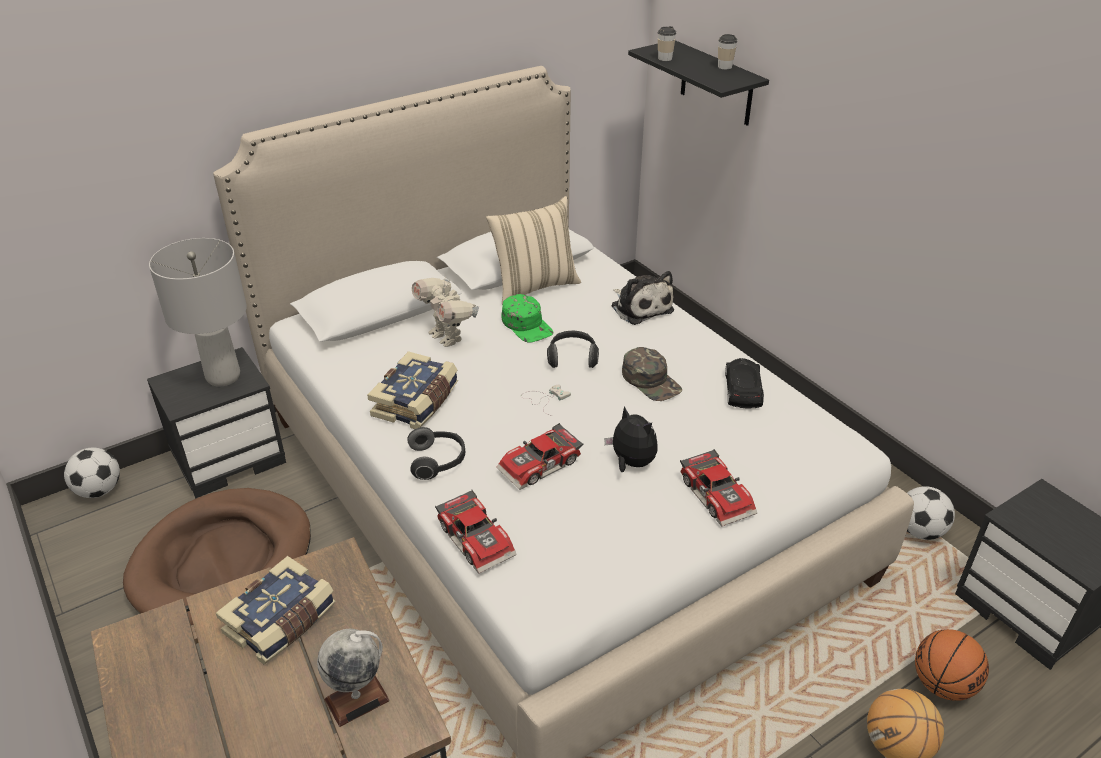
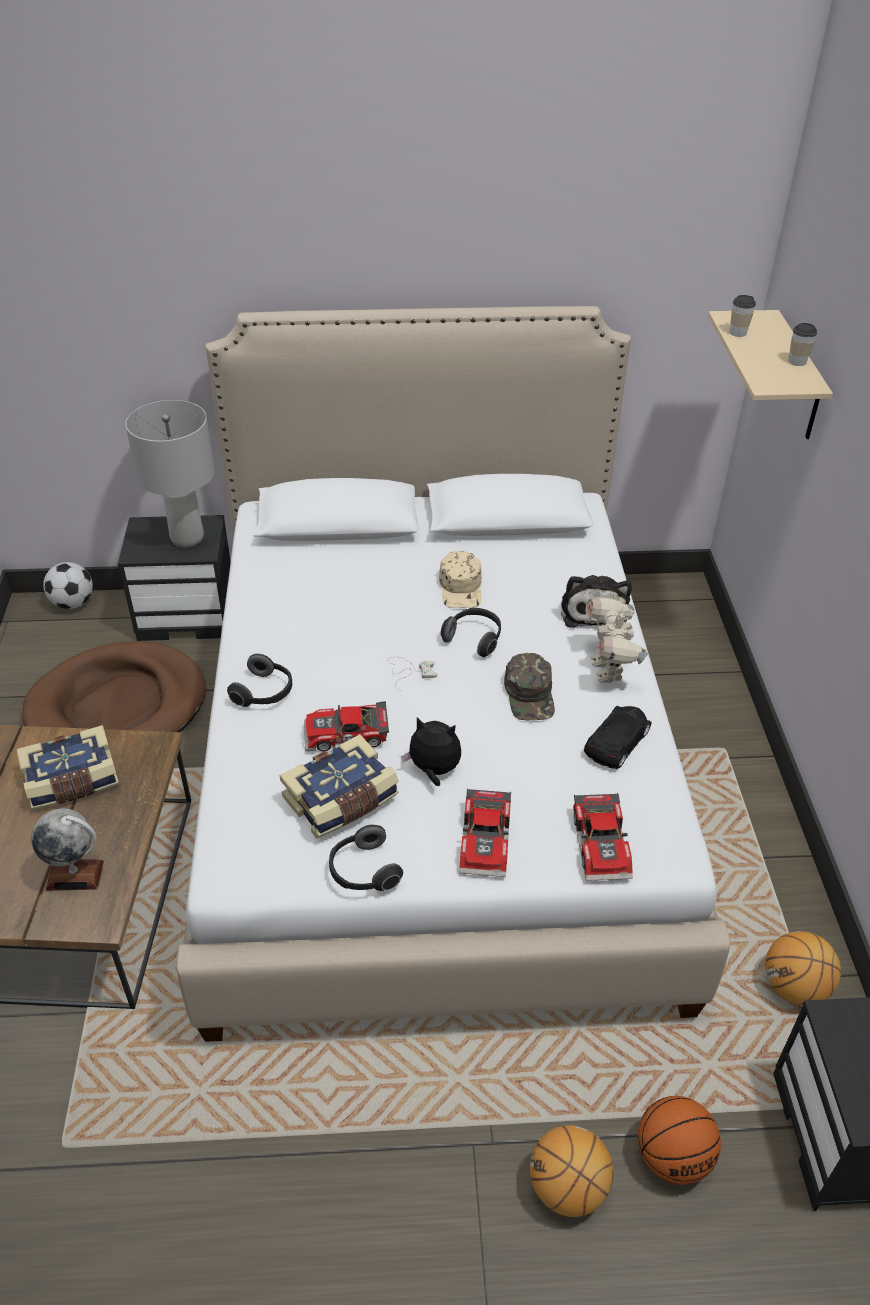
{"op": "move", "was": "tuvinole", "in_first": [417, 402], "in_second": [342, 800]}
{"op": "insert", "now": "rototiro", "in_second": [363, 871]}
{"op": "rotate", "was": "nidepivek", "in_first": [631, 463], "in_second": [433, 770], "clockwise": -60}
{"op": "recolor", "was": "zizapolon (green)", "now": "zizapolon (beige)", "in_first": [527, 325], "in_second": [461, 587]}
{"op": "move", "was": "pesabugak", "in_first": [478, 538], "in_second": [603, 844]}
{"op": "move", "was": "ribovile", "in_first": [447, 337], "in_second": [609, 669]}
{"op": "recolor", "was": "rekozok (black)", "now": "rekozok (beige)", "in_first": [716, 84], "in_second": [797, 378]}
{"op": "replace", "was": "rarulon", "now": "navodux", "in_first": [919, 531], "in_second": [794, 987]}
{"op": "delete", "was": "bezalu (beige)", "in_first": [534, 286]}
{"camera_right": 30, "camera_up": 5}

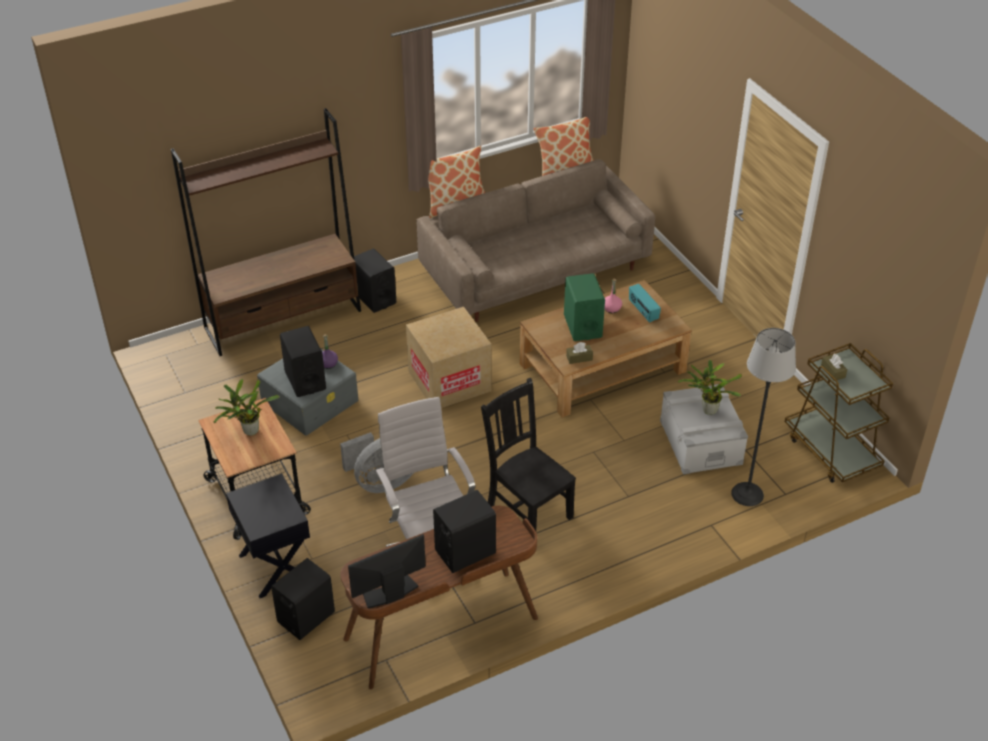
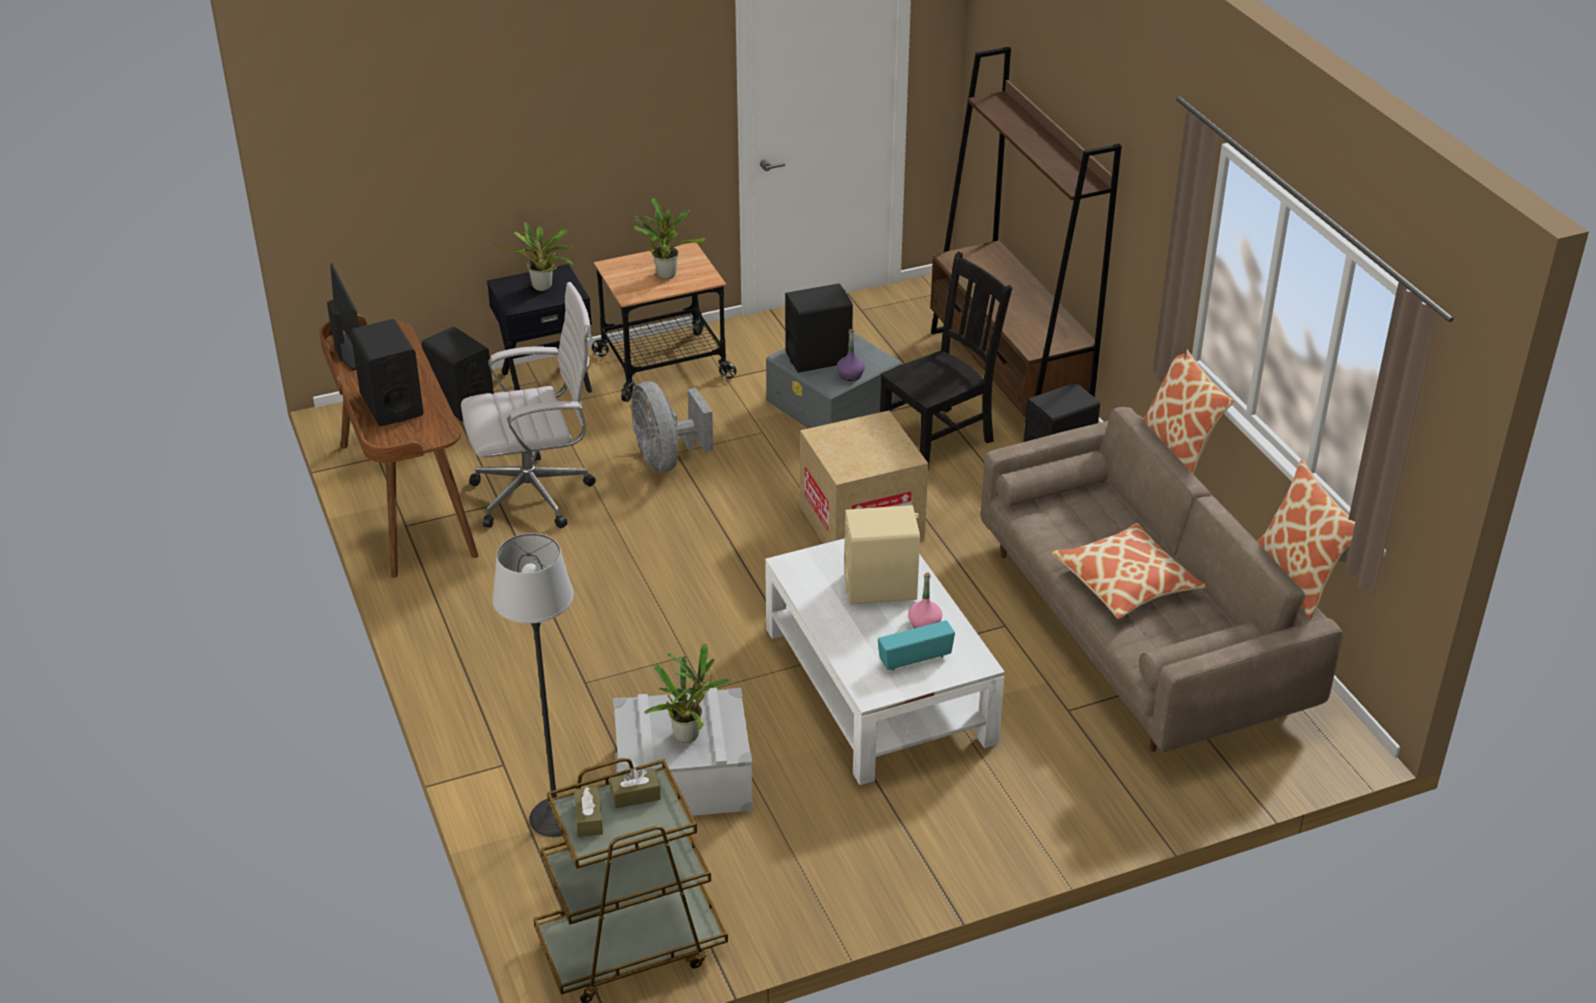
{"op": "insert", "now": "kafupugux", "in_second": [543, 288]}
{"op": "move", "was": "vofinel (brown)", "in_first": [579, 358], "in_second": [588, 819]}
{"op": "recolor", "was": "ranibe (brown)", "now": "ranibe (white)", "in_first": [603, 367], "in_second": [879, 685]}
{"op": "recolor", "was": "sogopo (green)", "now": "sogopo (beige)", "in_first": [582, 326], "in_second": [880, 587]}
{"op": "move", "was": "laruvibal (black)", "in_first": [528, 509], "in_second": [939, 437]}
{"op": "insert", "now": "bezalu", "in_second": [1126, 582]}
{"camera_right": 95, "camera_up": -5}

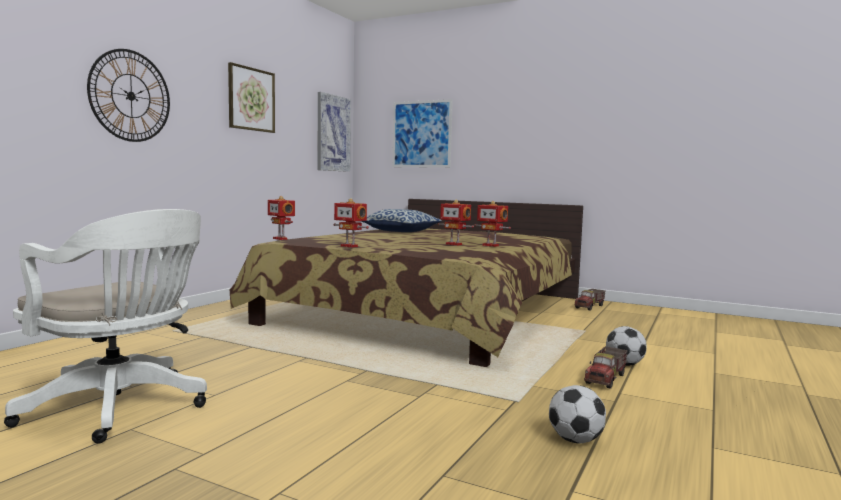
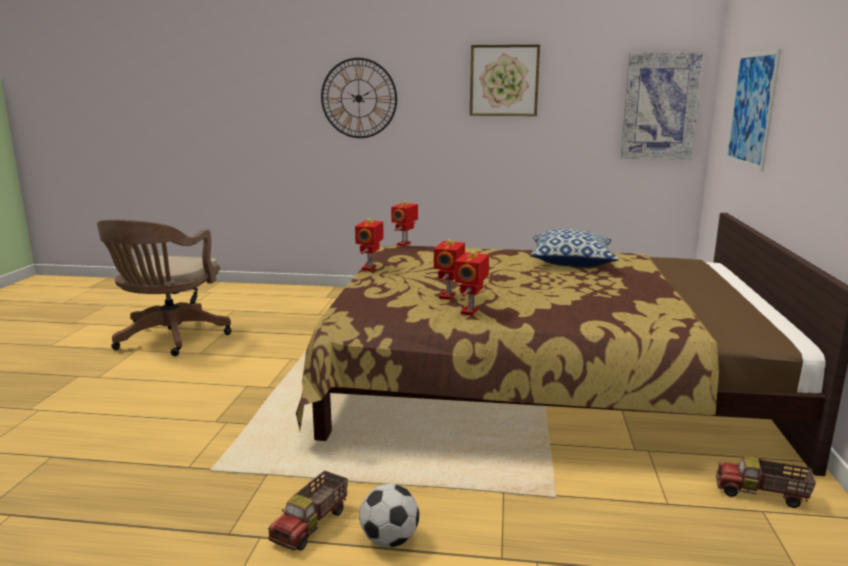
{"op": "recolor", "was": "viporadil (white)", "now": "viporadil (brown)", "in_first": [121, 408], "in_second": [169, 338]}
{"op": "rotate", "was": "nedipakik", "in_first": [606, 379], "in_second": [312, 525], "clockwise": -75}
{"op": "delete", "was": "rarulon", "in_first": [575, 440]}
{"camera_right": 70, "camera_up": 10}

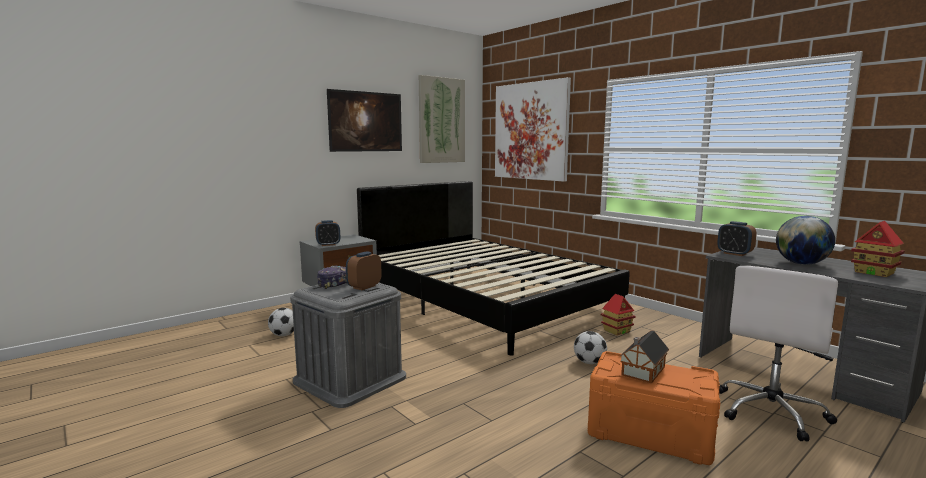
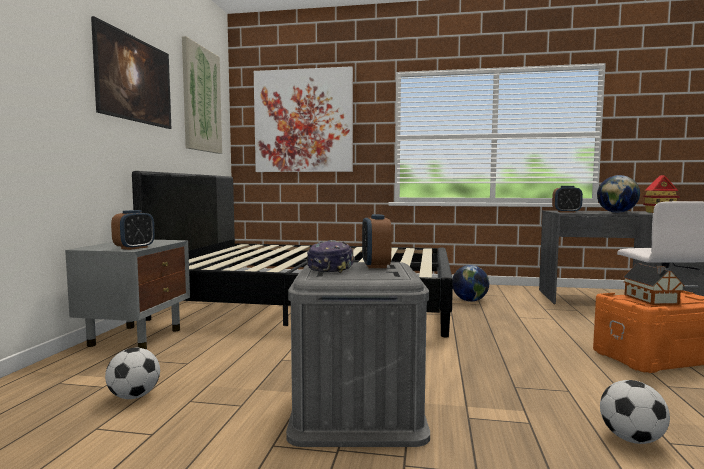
{"op": "replace", "was": "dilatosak", "now": "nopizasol", "in_first": [617, 331], "in_second": [469, 300]}
{"op": "move", "was": "rarulon", "in_first": [589, 362], "in_second": [631, 439]}
{"camera_right": -40, "camera_up": -5}

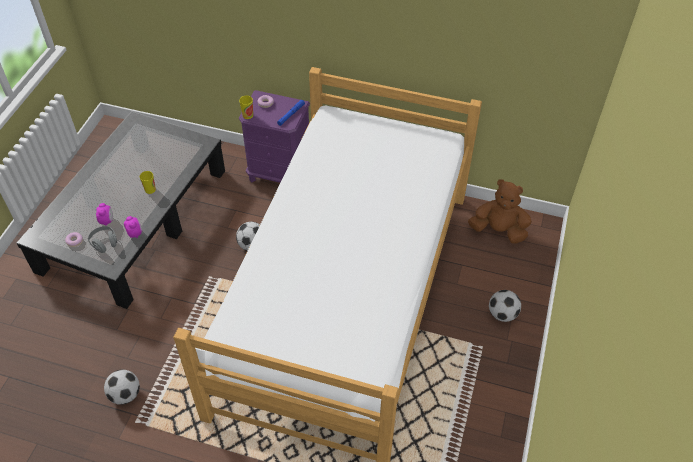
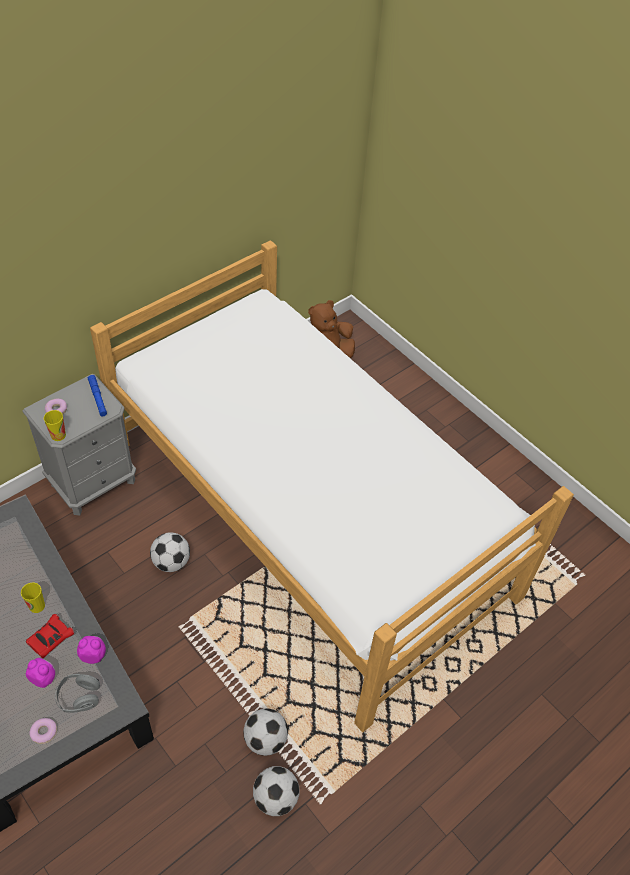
{"op": "recolor", "was": "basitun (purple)", "now": "basitun (grey)", "in_first": [280, 173], "in_second": [93, 482]}
{"op": "insert", "now": "pesabugak (red)", "in_second": [51, 640]}
{"op": "move", "was": "rarulon", "in_first": [502, 314], "in_second": [265, 739]}
{"camera_right": -60, "camera_up": 0}

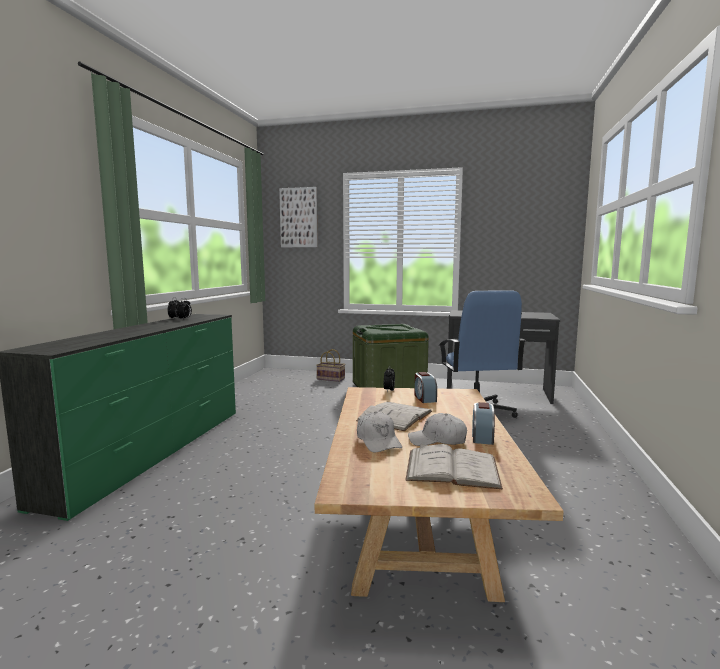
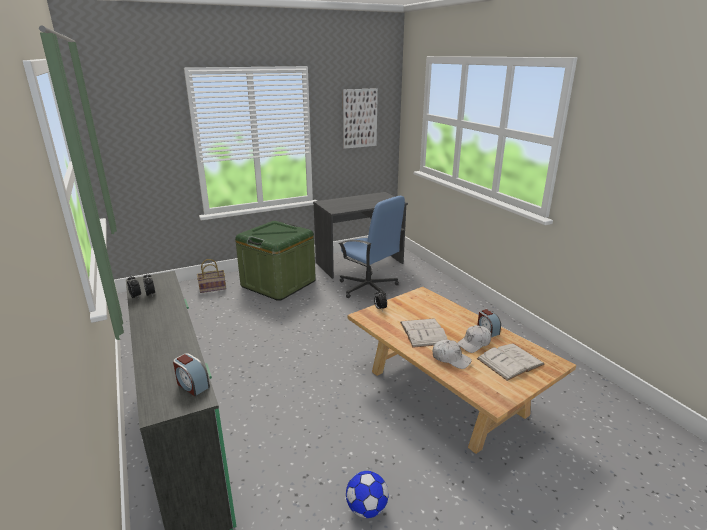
{"op": "move", "was": "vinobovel", "in_first": [424, 398], "in_second": [192, 385]}
{"op": "move", "was": "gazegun", "in_first": [298, 217], "in_second": [359, 118]}
{"op": "insert", "now": "rarulon", "in_second": [366, 508]}
{"camera_right": -40, "camera_up": 15}

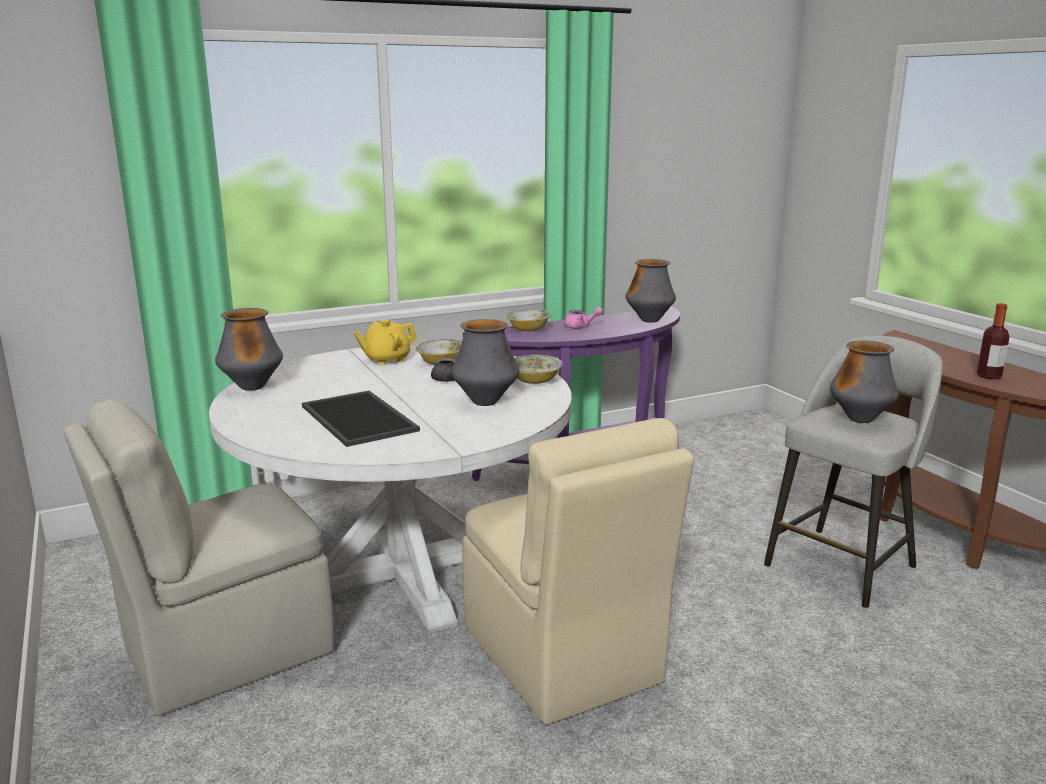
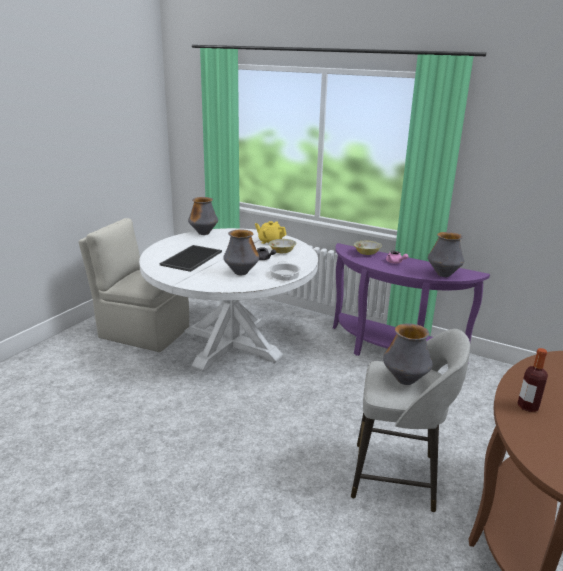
{"op": "replace", "was": "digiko", "now": "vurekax", "in_first": [535, 381], "in_second": [285, 275]}
{"op": "delete", "was": "laruvibal (beige)", "in_first": [563, 658]}
{"camera_right": 55, "camera_up": 5}

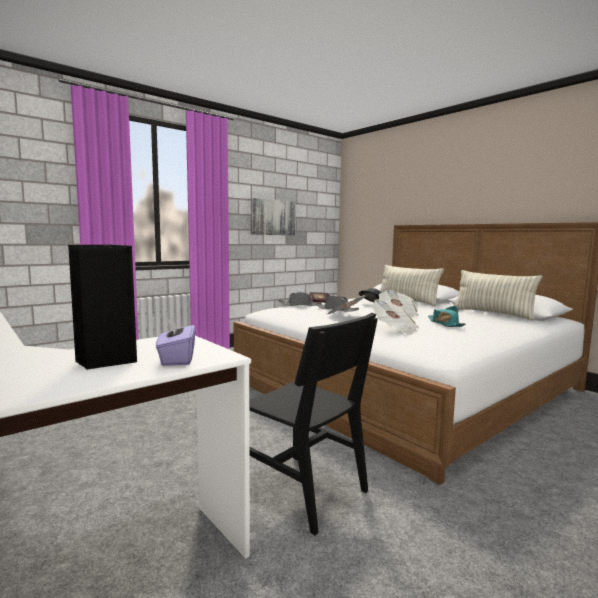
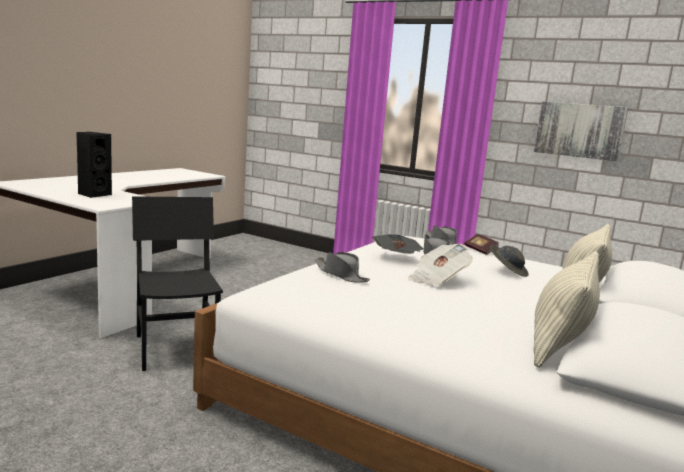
{"op": "rotate", "was": "laruvibal (black)", "in_first": [303, 490], "in_second": [176, 348], "clockwise": 135}
{"op": "replace", "was": "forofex", "now": "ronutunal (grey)", "in_first": [394, 329], "in_second": [341, 274]}
{"op": "delete", "was": "vofinel (purple)", "in_first": [177, 359]}
{"op": "delete", "was": "ronutunal (turquoise)", "in_first": [445, 324]}
{"camera_right": 70, "camera_up": 5}

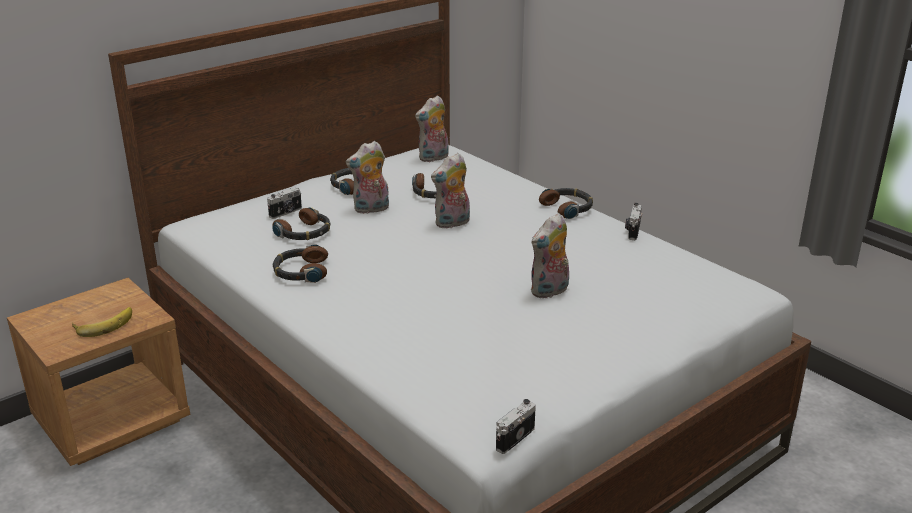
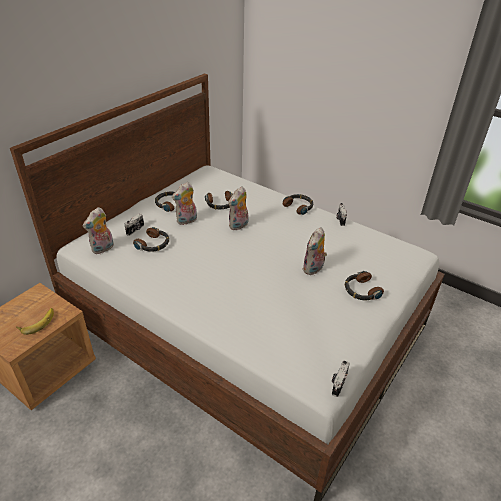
{"op": "move", "was": "nidepivek", "in_first": [434, 158], "in_second": [103, 249]}
{"op": "move", "was": "rototiro", "in_first": [301, 271], "in_second": [361, 290]}
{"camera_right": -15, "camera_up": 10}

